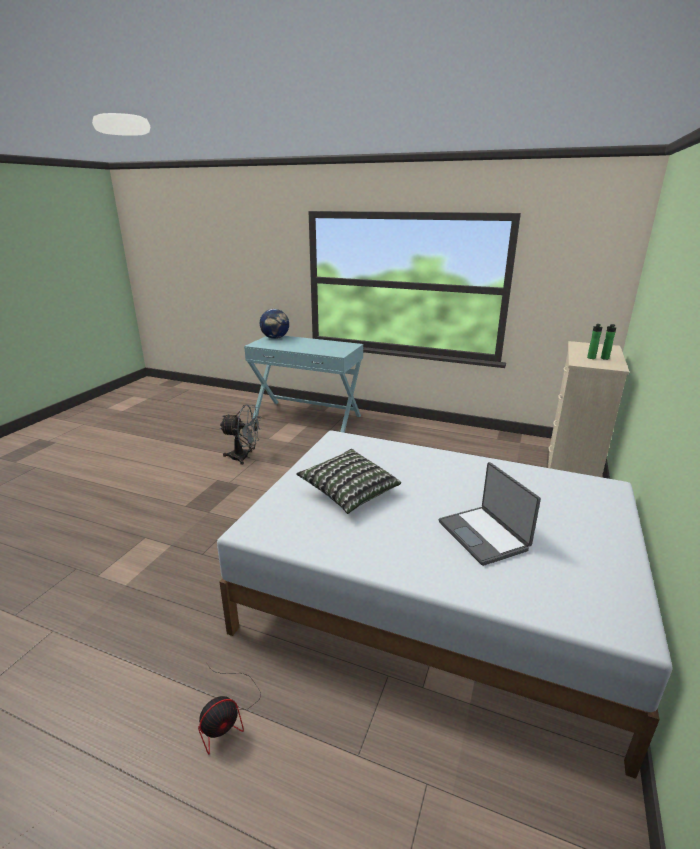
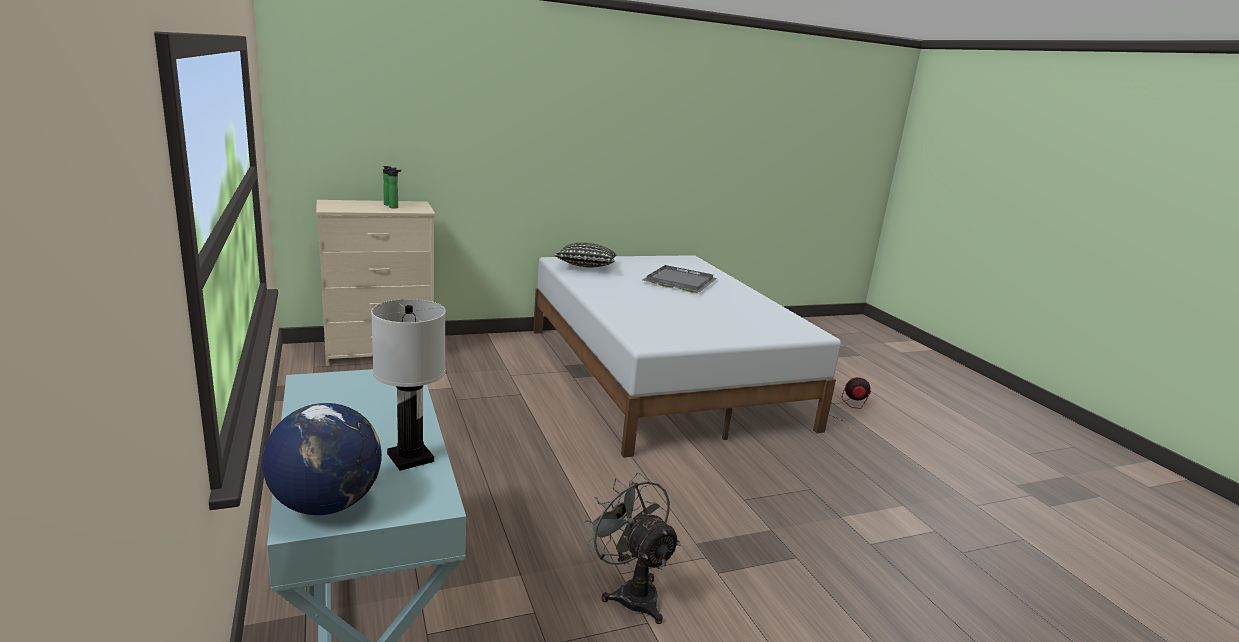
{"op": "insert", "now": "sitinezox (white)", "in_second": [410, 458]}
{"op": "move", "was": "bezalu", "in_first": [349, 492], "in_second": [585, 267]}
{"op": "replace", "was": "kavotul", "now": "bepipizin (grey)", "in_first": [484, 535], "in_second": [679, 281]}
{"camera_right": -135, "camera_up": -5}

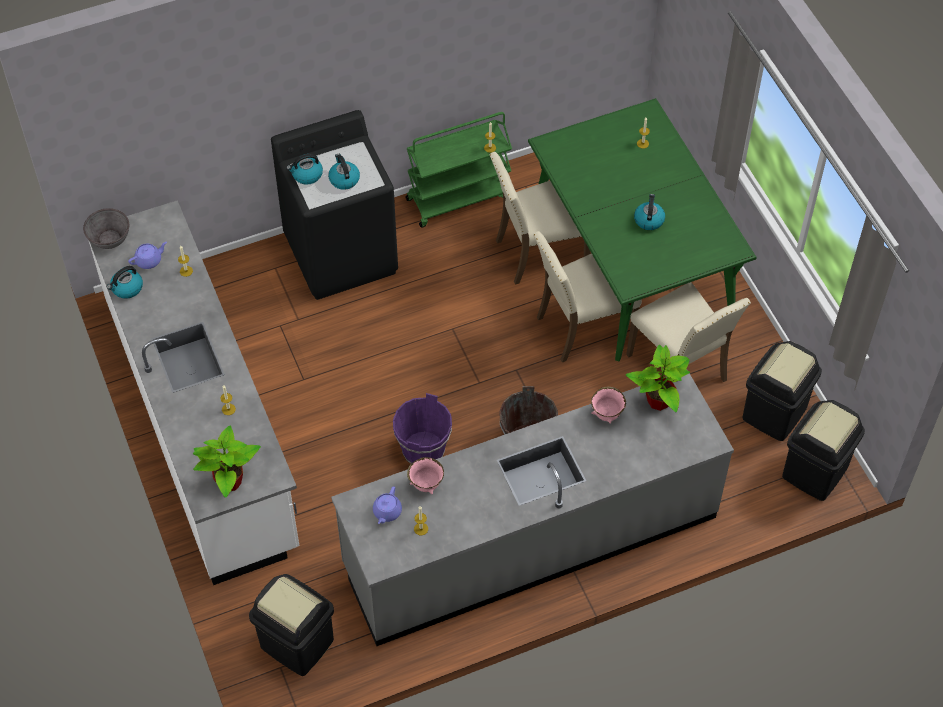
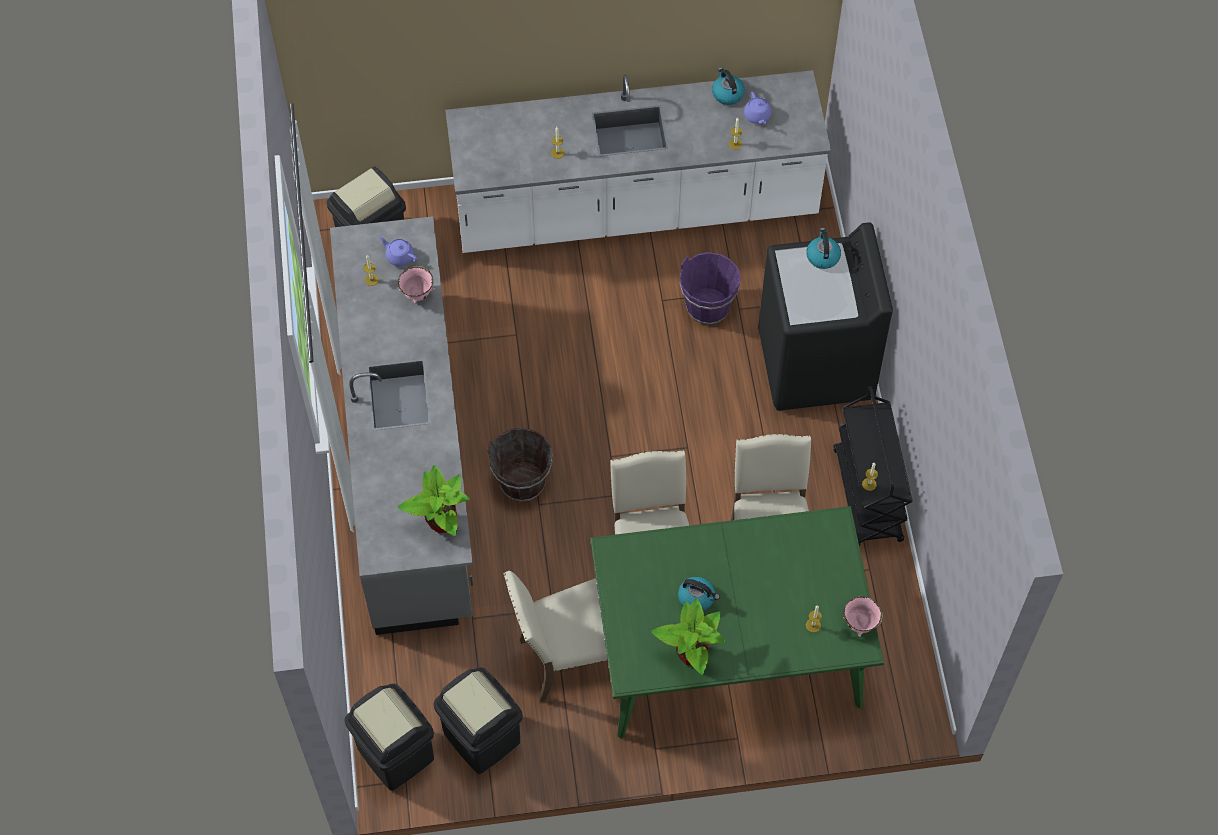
{"op": "move", "was": "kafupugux", "in_first": [229, 482], "in_second": [691, 653]}
{"op": "move", "was": "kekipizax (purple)", "in_first": [423, 450], "in_second": [708, 307]}
{"op": "recolor", "was": "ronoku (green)", "now": "ronoku (black)", "in_first": [459, 198], "in_second": [868, 496]}
{"op": "move", "was": "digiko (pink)", "in_first": [607, 414], "in_second": [860, 624]}
{"op": "delete", "was": "digiko (grey)", "in_first": [109, 238]}
{"op": "delete", "was": "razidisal", "in_first": [344, 179]}
{"camera_right": 105, "camera_up": 5}

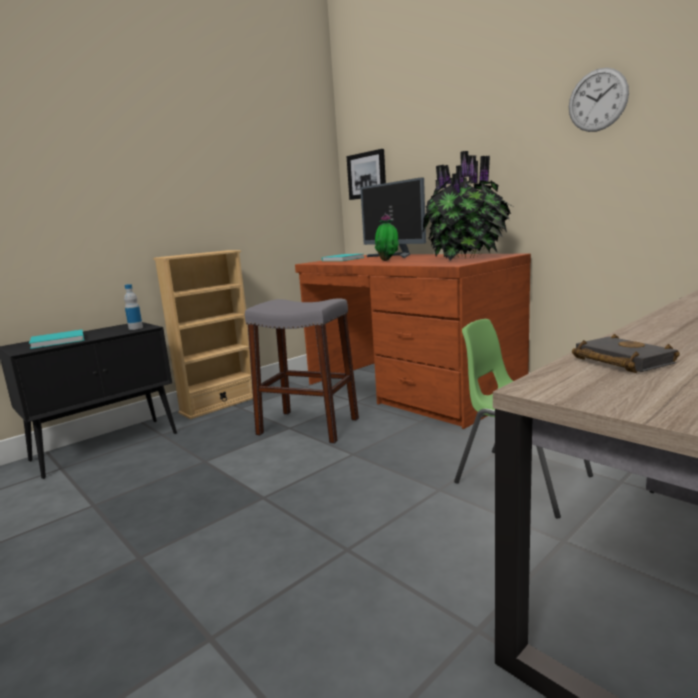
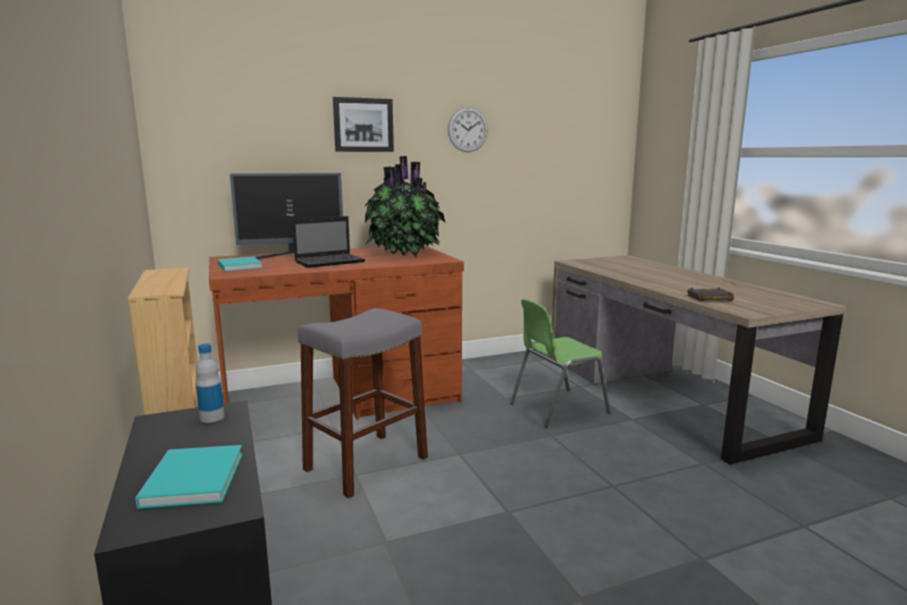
{"op": "replace", "was": "kafupugux", "now": "kavotul", "in_first": [387, 260], "in_second": [331, 262]}
{"op": "move", "was": "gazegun", "in_first": [367, 175], "in_second": [363, 125]}
{"camera_right": -70, "camera_up": 0}

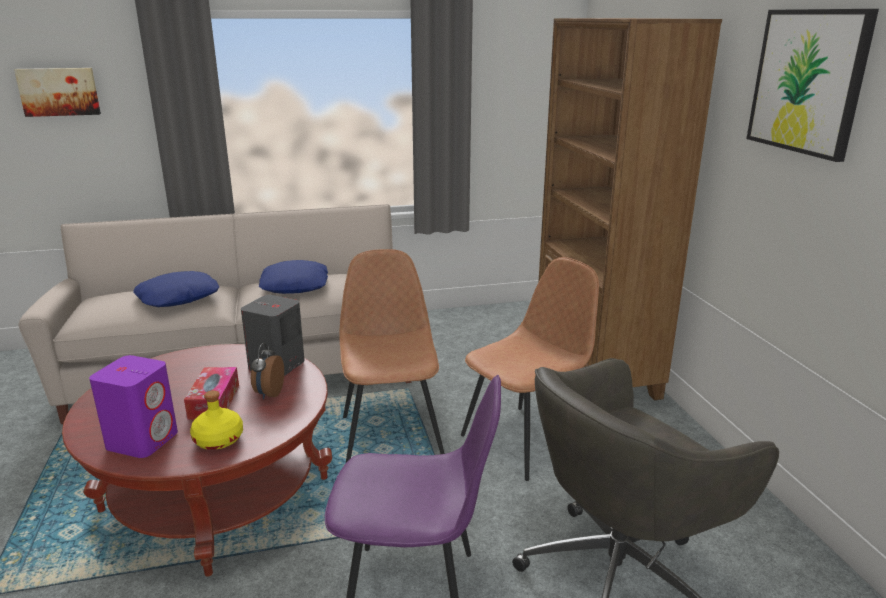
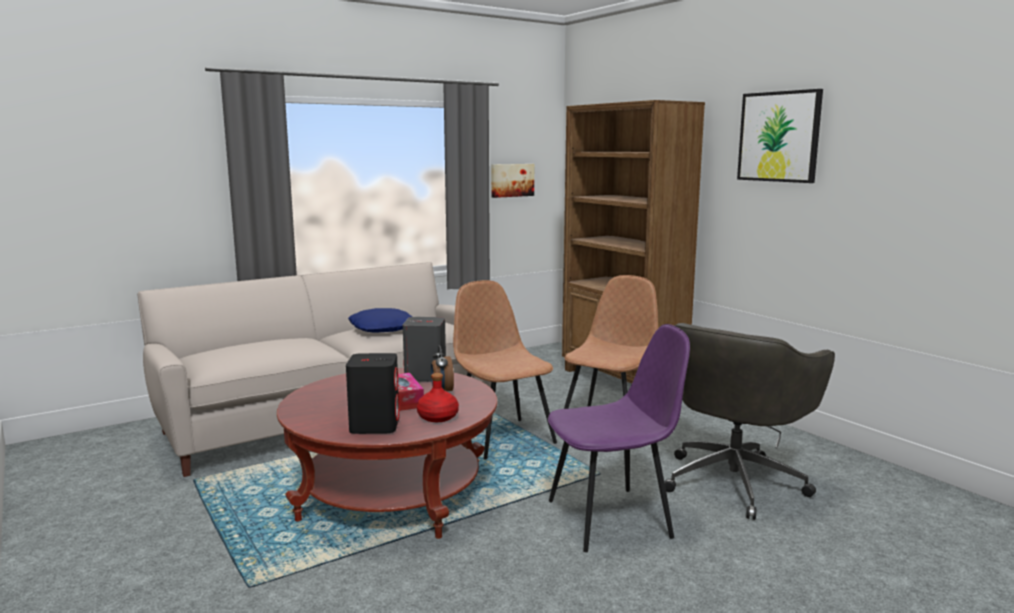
{"op": "recolor", "was": "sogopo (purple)", "now": "sogopo (black)", "in_first": [143, 440], "in_second": [375, 425]}
{"op": "recolor", "was": "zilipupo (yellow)", "now": "zilipupo (red)", "in_first": [219, 439], "in_second": [438, 417]}
{"op": "move", "was": "gazegun", "in_first": [59, 91], "in_second": [511, 180]}
{"op": "delete", "was": "bezalu (blue)", "in_first": [178, 297]}
{"camera_right": -20, "camera_up": -10}

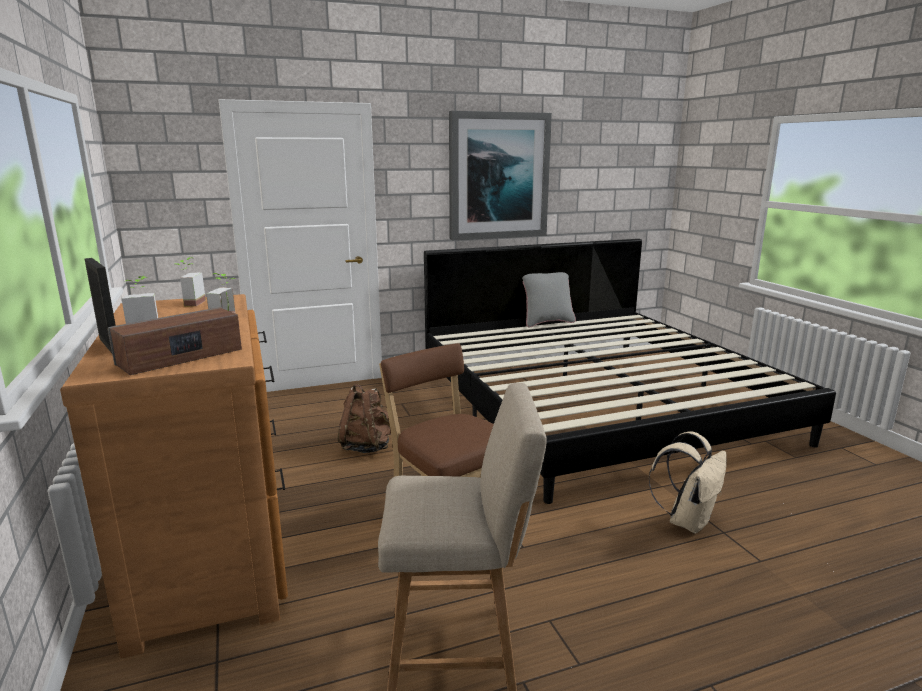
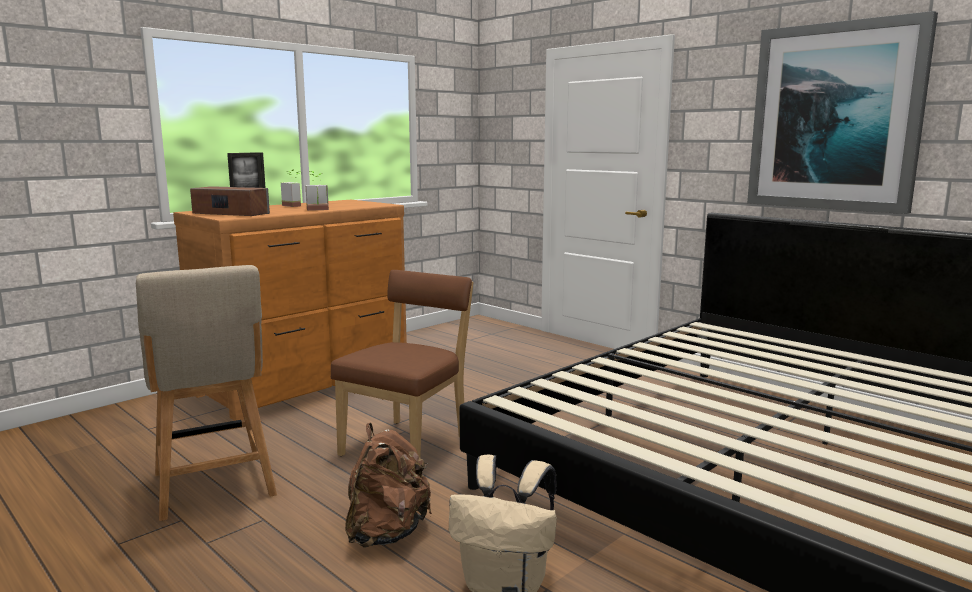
{"op": "move", "was": "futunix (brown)", "in_first": [367, 447], "in_second": [387, 533]}
{"op": "delete", "was": "kafupugux", "in_first": [189, 303]}
{"op": "delete", "was": "bezalu (grey)", "in_first": [547, 322]}
{"camera_right": 65, "camera_up": -5}

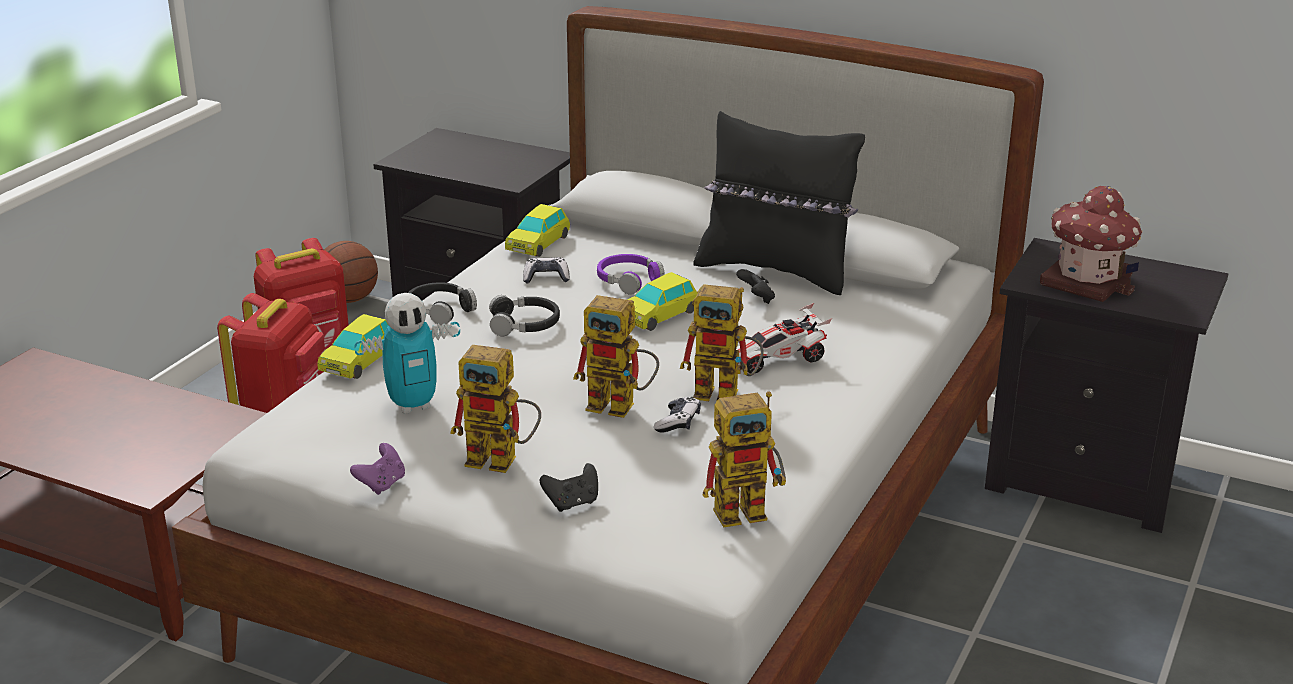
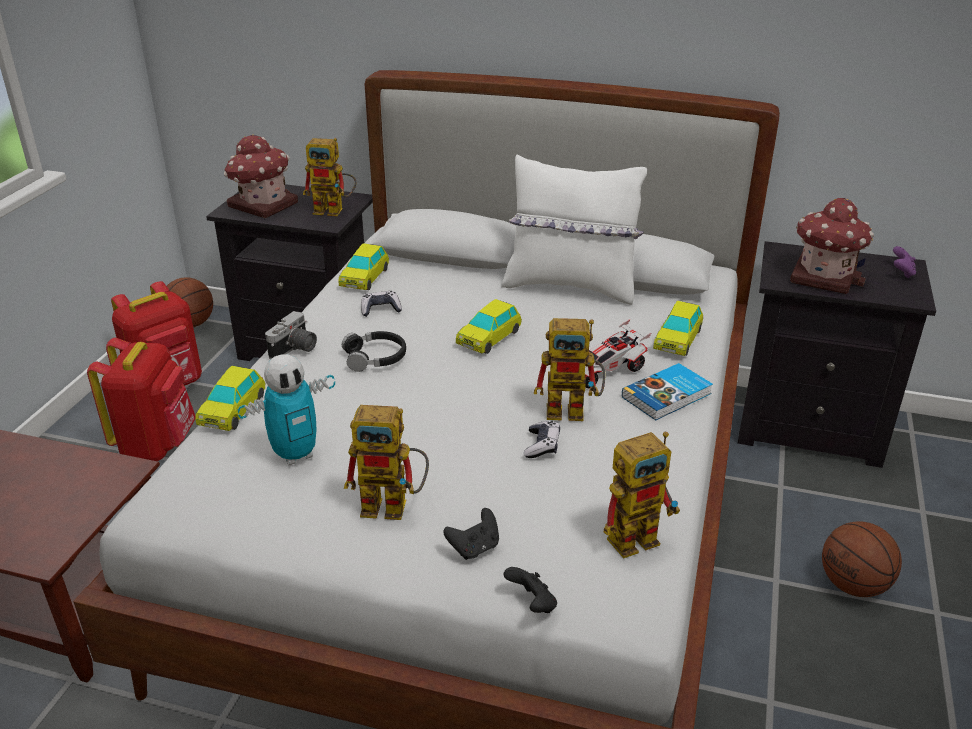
{"op": "insert", "now": "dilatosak", "in_second": [262, 205]}
{"op": "replace", "was": "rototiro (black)", "now": "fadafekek", "in_first": [439, 310], "in_second": [295, 350]}
{"op": "move", "was": "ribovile", "in_first": [621, 406], "in_second": [335, 210]}
{"op": "recolor", "was": "bezalu (black)", "now": "bezalu (white)", "in_first": [776, 271], "in_second": [570, 286]}
{"op": "move", "was": "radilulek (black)", "in_first": [756, 299], "in_second": [532, 604]}
{"op": "insert", "now": "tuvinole", "in_second": [668, 396]}
{"op": "insert", "now": "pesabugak", "in_second": [677, 340]}
{"op": "insert", "now": "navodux", "in_second": [854, 585]}
{"op": "move", "was": "radilulek (purple)", "in_first": [382, 484], "in_second": [901, 273]}
{"op": "delete", "was": "rototiro (purple)", "in_first": [628, 280]}
{"camera_right": -10, "camera_up": 5}

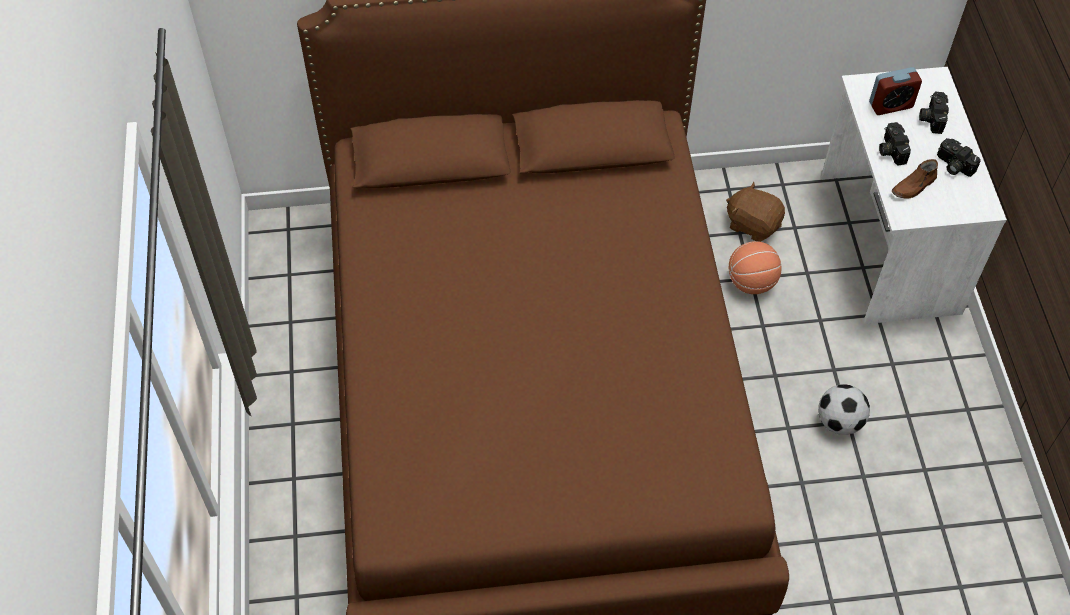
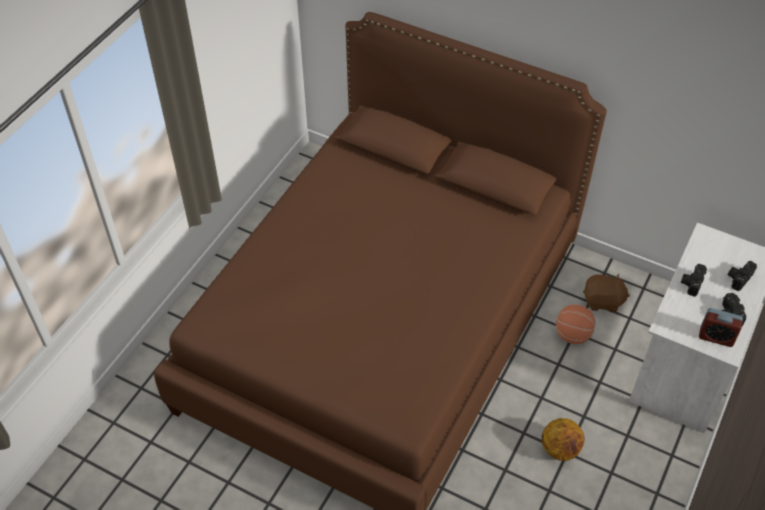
{"op": "replace", "was": "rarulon", "now": "navodux", "in_first": [839, 421], "in_second": [561, 449]}
{"op": "rotate", "was": "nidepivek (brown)", "in_first": [753, 224], "in_second": [603, 301], "clockwise": 120}
{"op": "move", "was": "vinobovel", "in_first": [890, 105], "in_second": [716, 337]}
{"op": "delete", "was": "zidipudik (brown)", "in_first": [914, 186]}
{"camera_right": 35, "camera_up": -5}

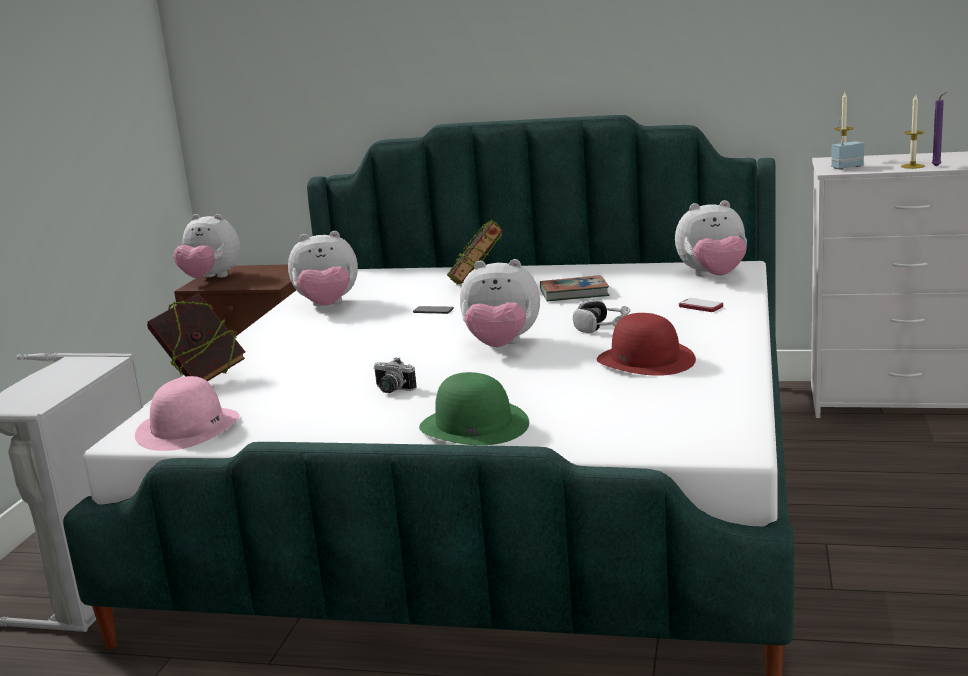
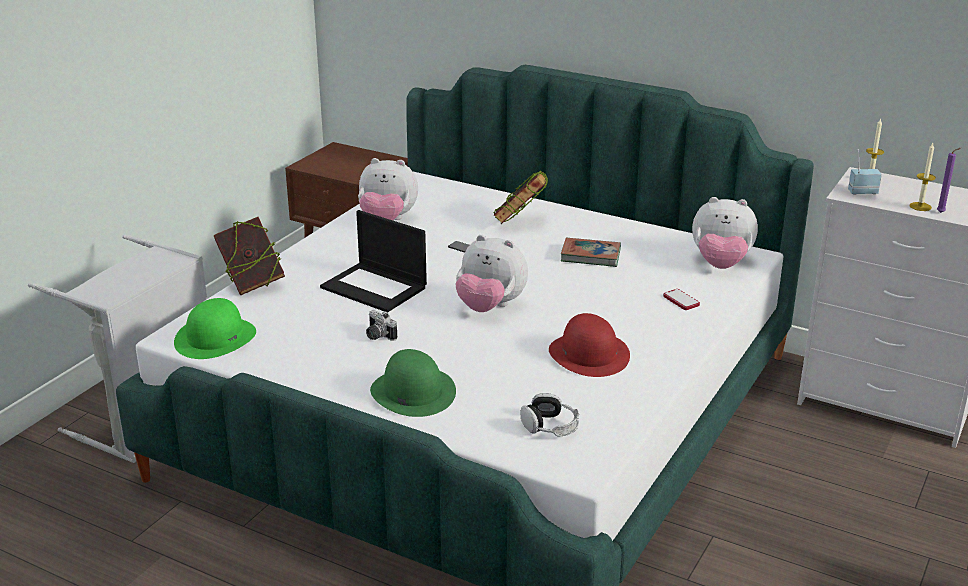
{"op": "recolor", "was": "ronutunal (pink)", "now": "ronutunal (green)", "in_first": [188, 428], "in_second": [215, 337]}
{"op": "insert", "now": "kavotul", "in_second": [375, 287]}
{"op": "move", "was": "rototiro", "in_first": [602, 327], "in_second": [550, 426]}
{"op": "delete", "was": "nidepivek", "in_first": [211, 278]}
{"camera_right": 15, "camera_up": 10}

